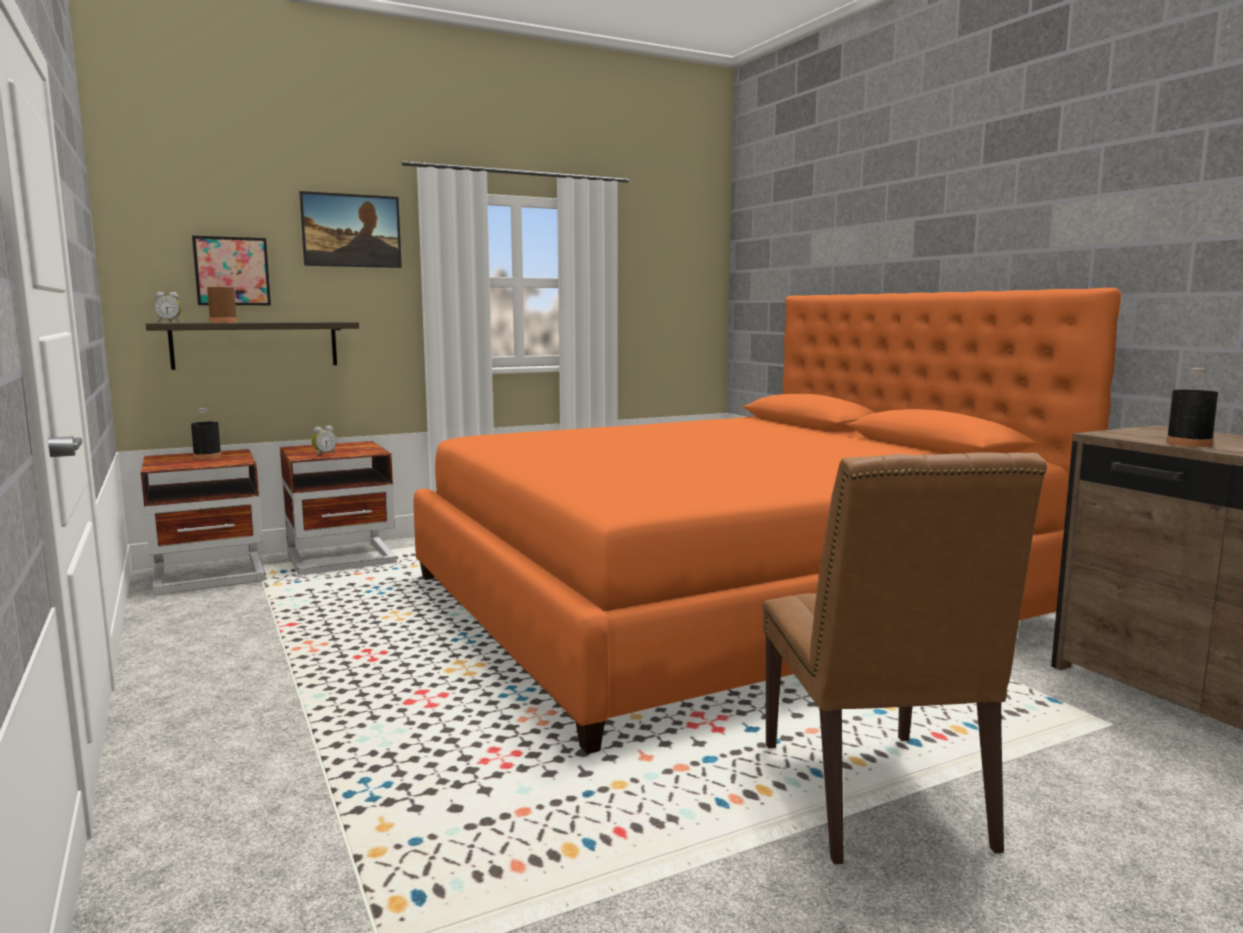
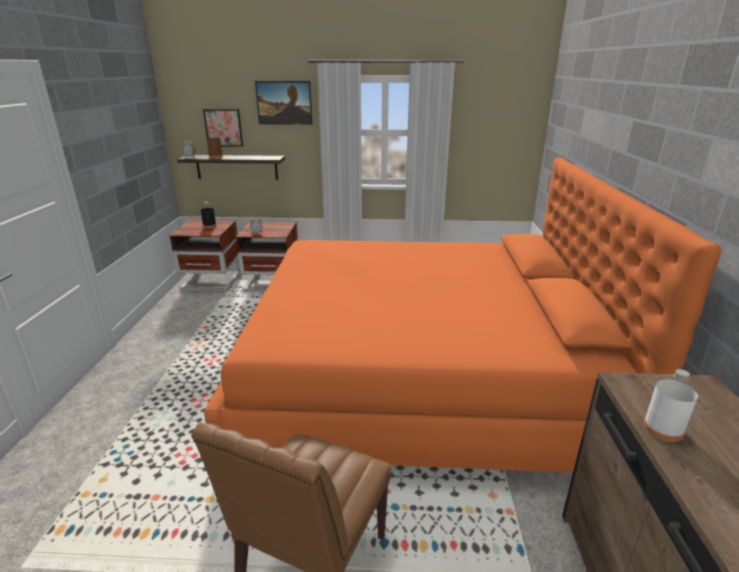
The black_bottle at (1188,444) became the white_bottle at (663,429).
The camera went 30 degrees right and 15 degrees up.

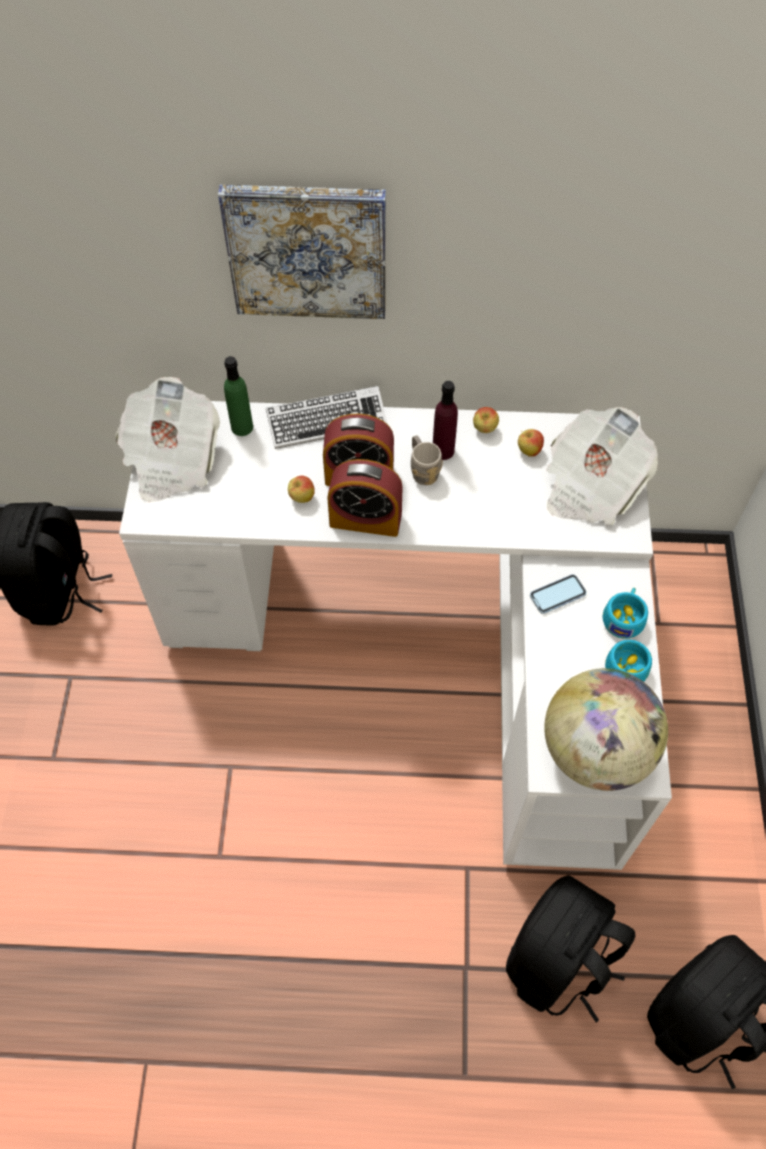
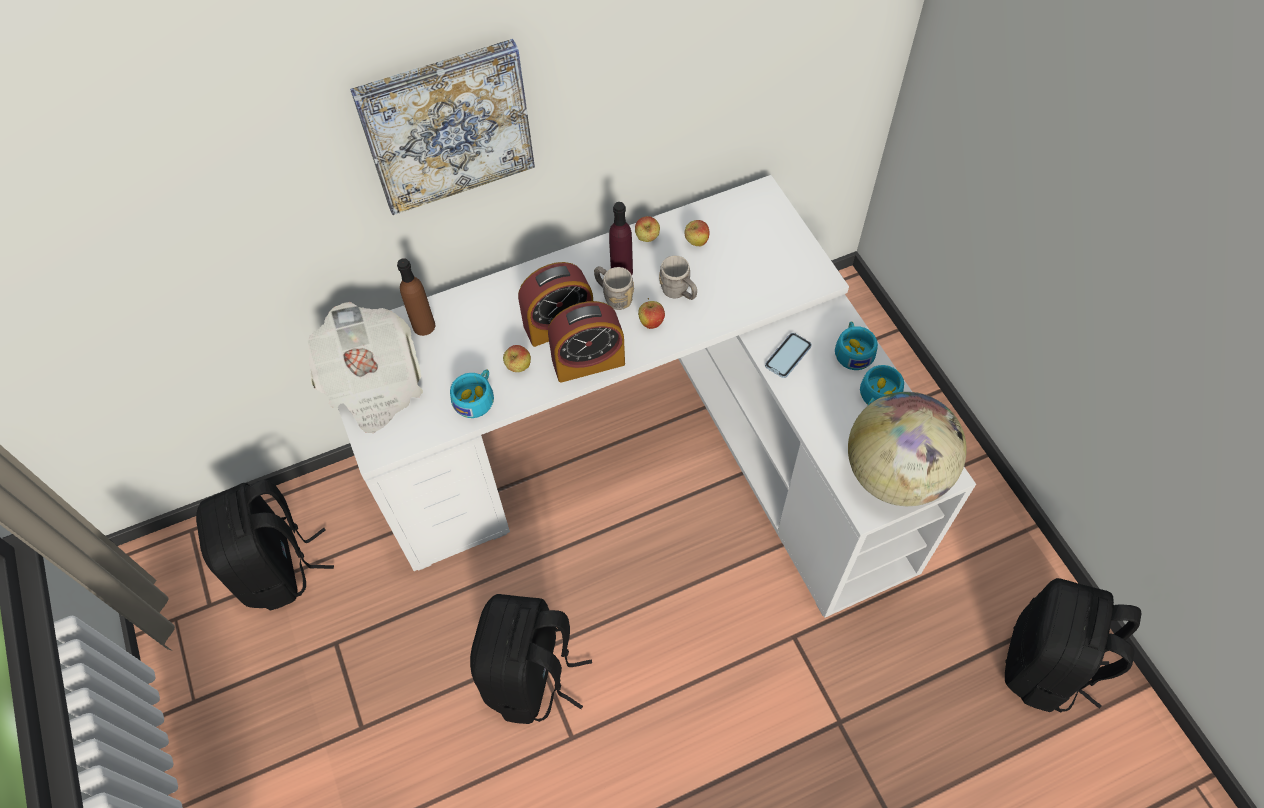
The green_bottle at (242,427) became the brown_bottle at (424,326).
The keyboard at (327,422) disappeared.
The newspaper at (591,485) disappeared.
The black_backpack moved from (558,962) to (532,676).
The grey_mug at (679,292) appeared.
The apple at (651,322) appeared.
The turquoise_cup at (476,398) appeared.
The camera went 25 degrees left and 0 degrees up.

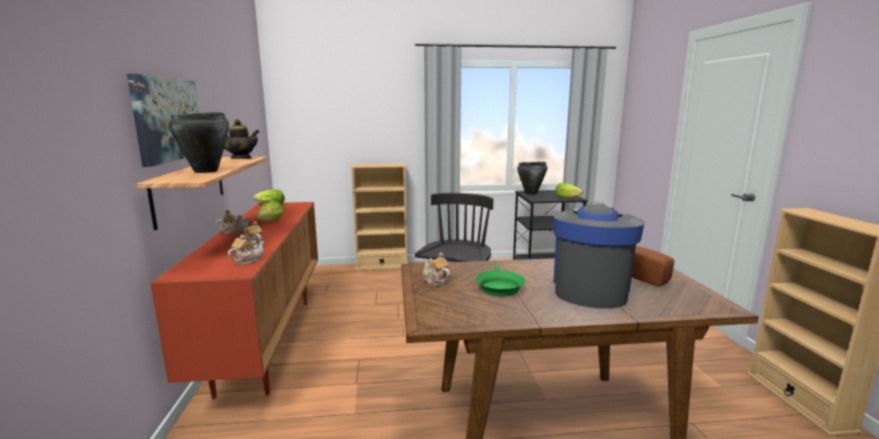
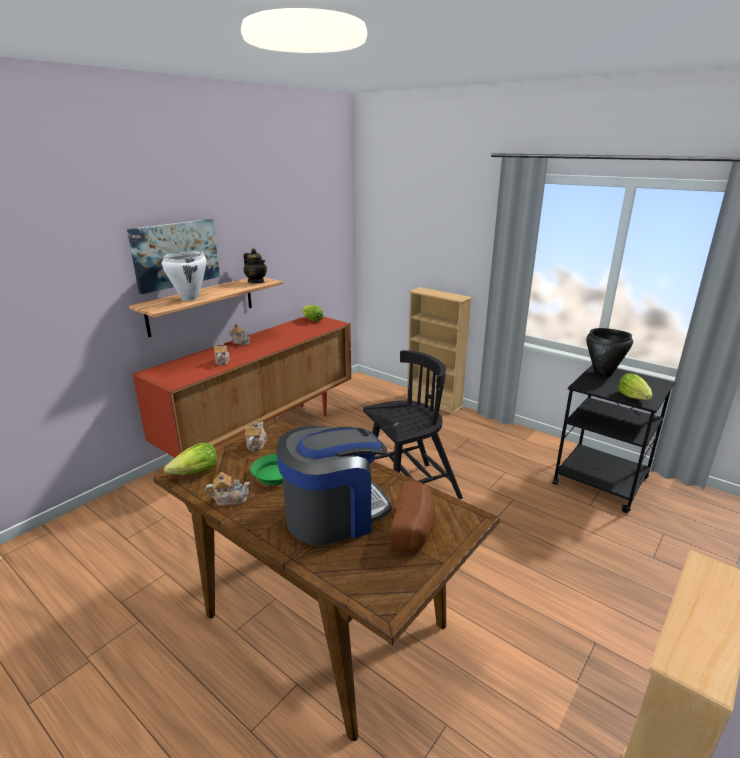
The black_cooking_pot at (206,171) became the white_cooking_pot at (190,298).
The lettuce moved from (270,221) to (196,472).
The teapot moved from (248,261) to (230,499).
The camera went 45 degrees right and 10 degrees up.

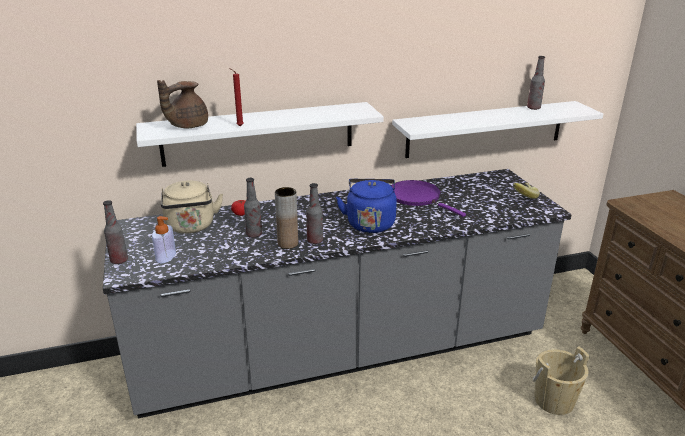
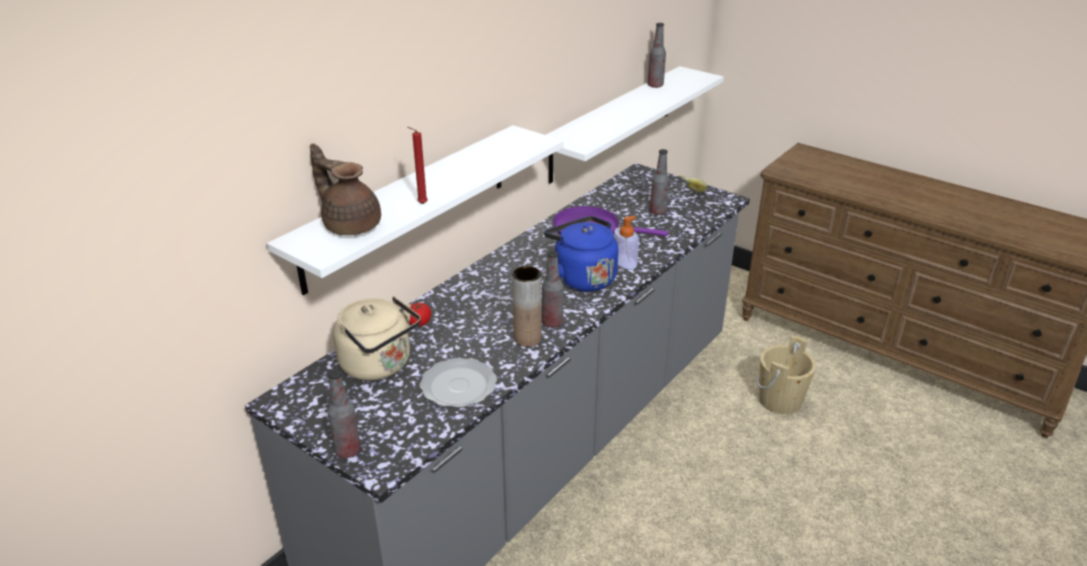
The brown_teapot at (187,126) turned 120 degrees clockwise.
The bottle moved from (254,234) to (658,212).
The soap_dispenser moved from (166,256) to (624,262).
The plate at (458,386) appeared.
The camera went 35 degrees left and 5 degrees up.

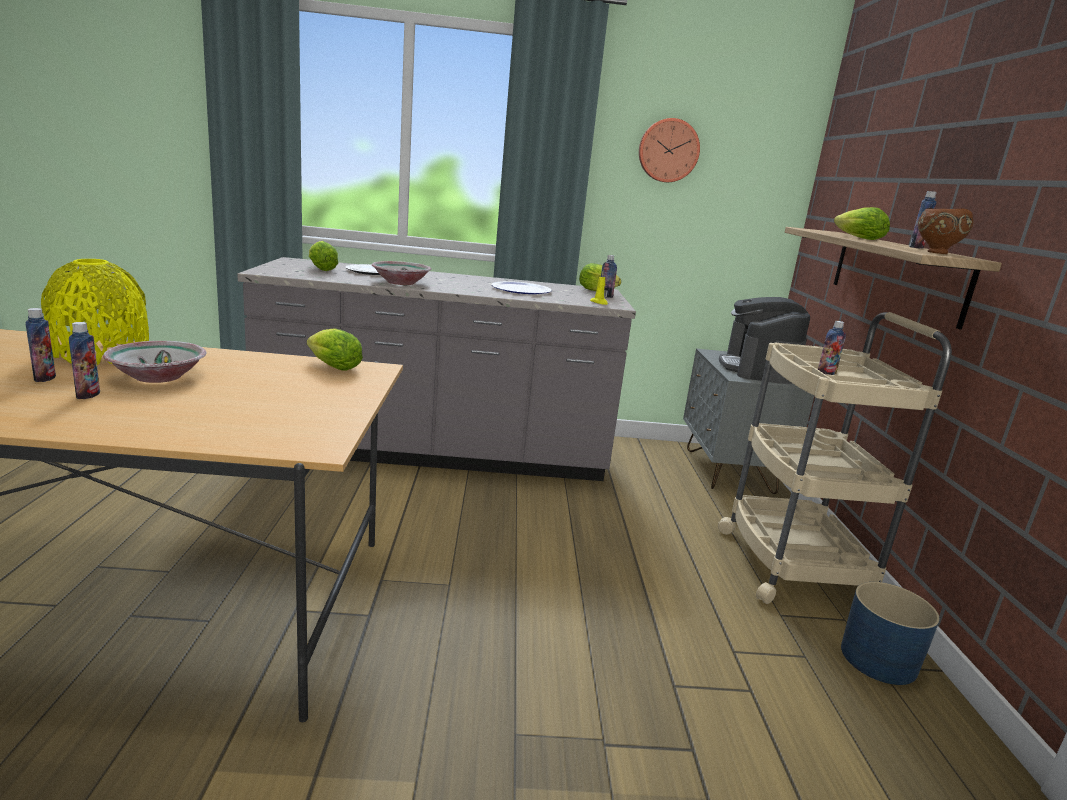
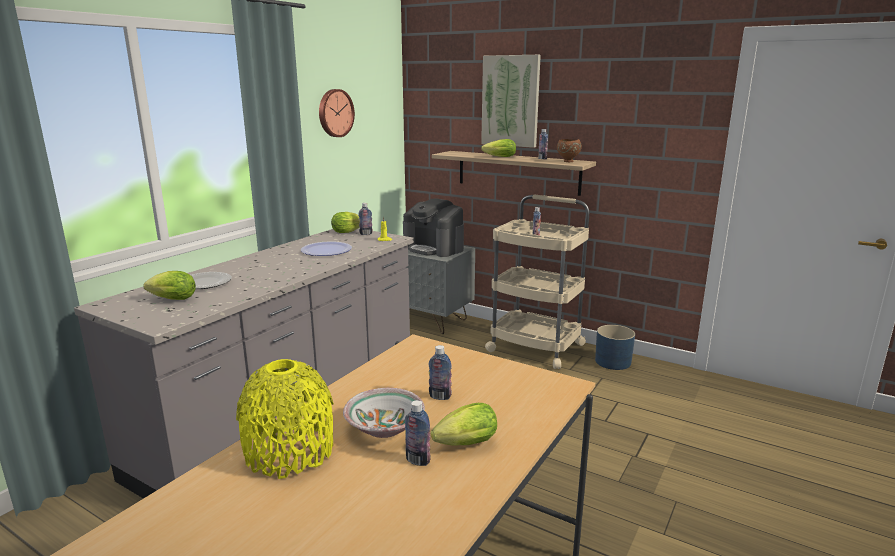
The bowl at (401,283) disappeared.
The bottle moved from (45,378) to (440,396).
The lettuce moved from (331,367) to (463,445).
The picture at (510,101) appeared.
The camera went 55 degrees left and 0 degrees up.

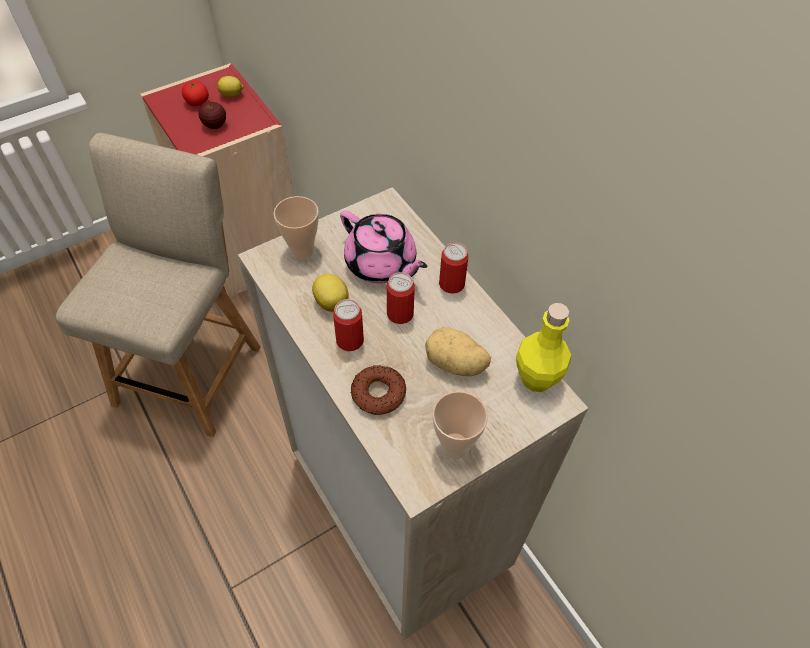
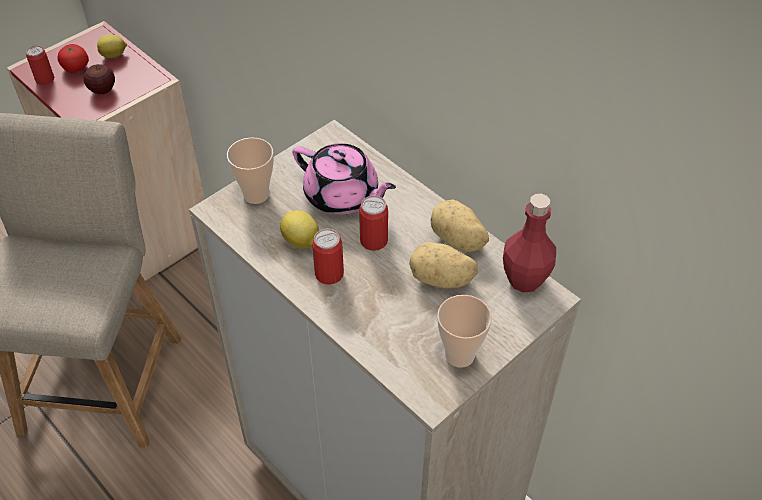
The can moved from (451,284) to (45,79).
The yellow_bottle at (536,378) became the red_bottle at (524,280).
The donut at (378,393) disappeared.
The potato at (457,241) appeared.
The camera went 10 degrees left and 5 degrees down.

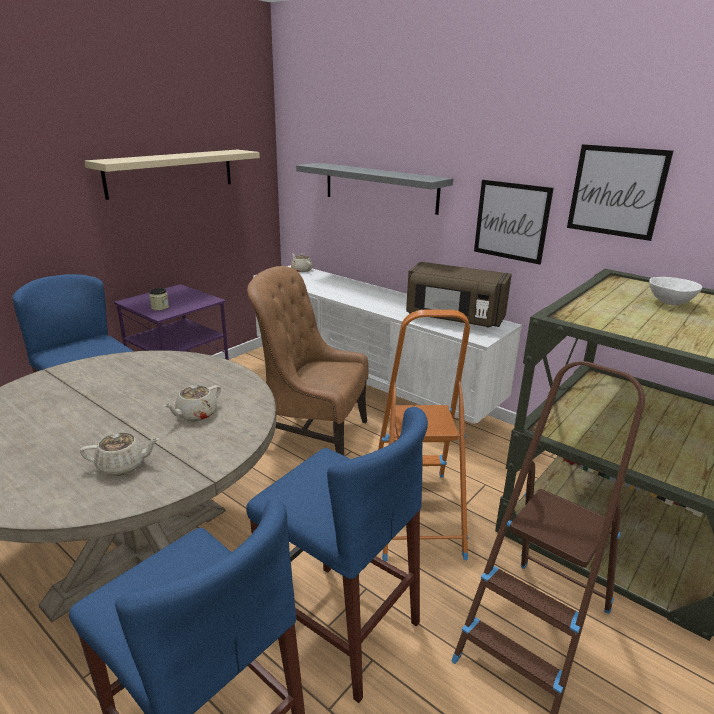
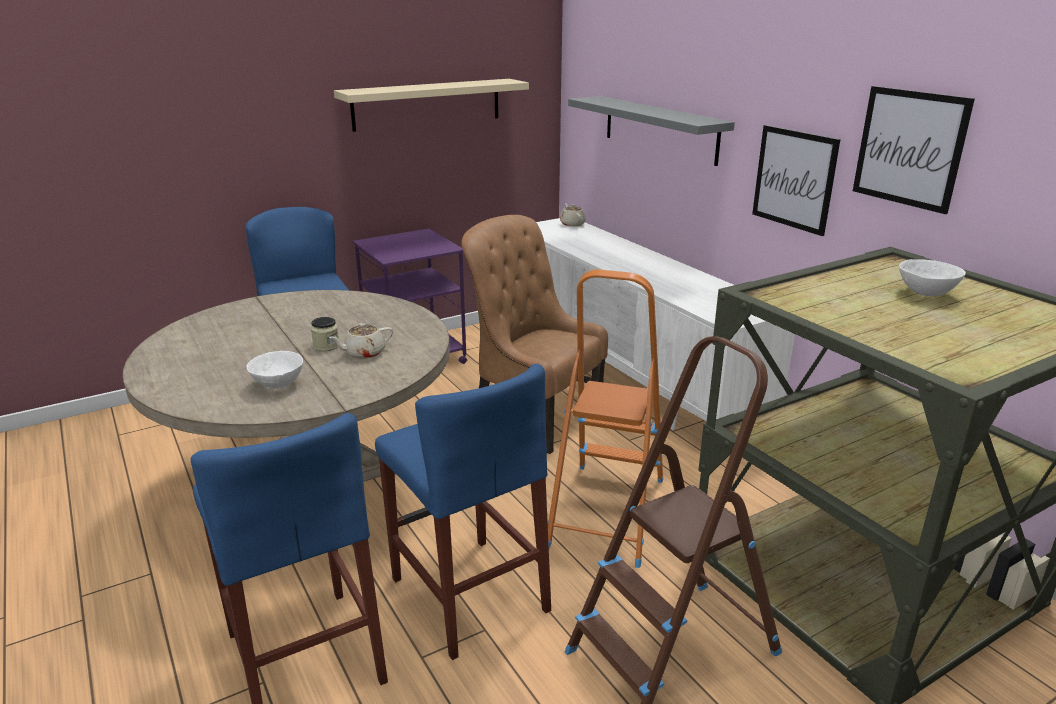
The brown_microwave at (454,318) disappeared.
The jar moved from (160,307) to (326,346).
The beige_teapot at (123,466) was replaced by the white_bowl at (277,385).
The camera went 20 degrees right and 0 degrees up.

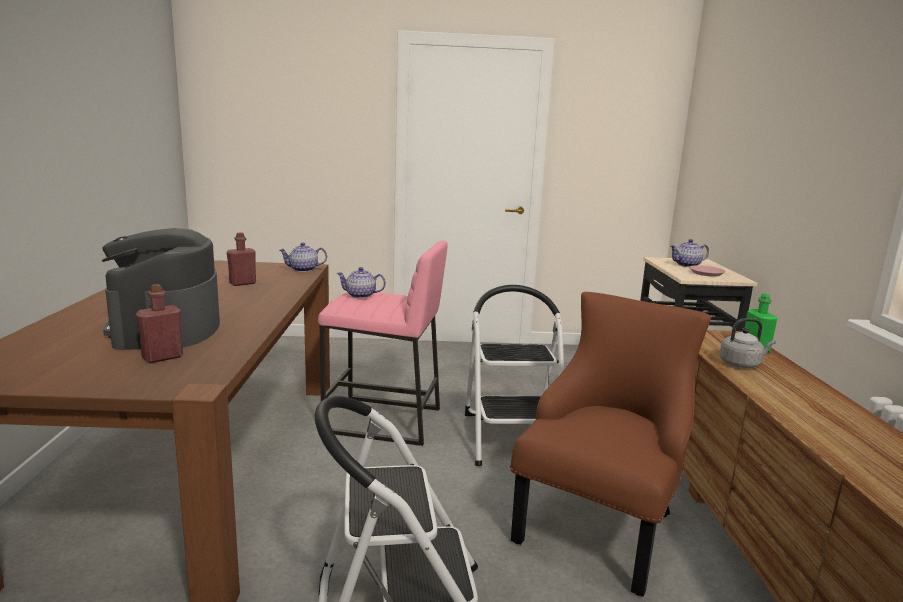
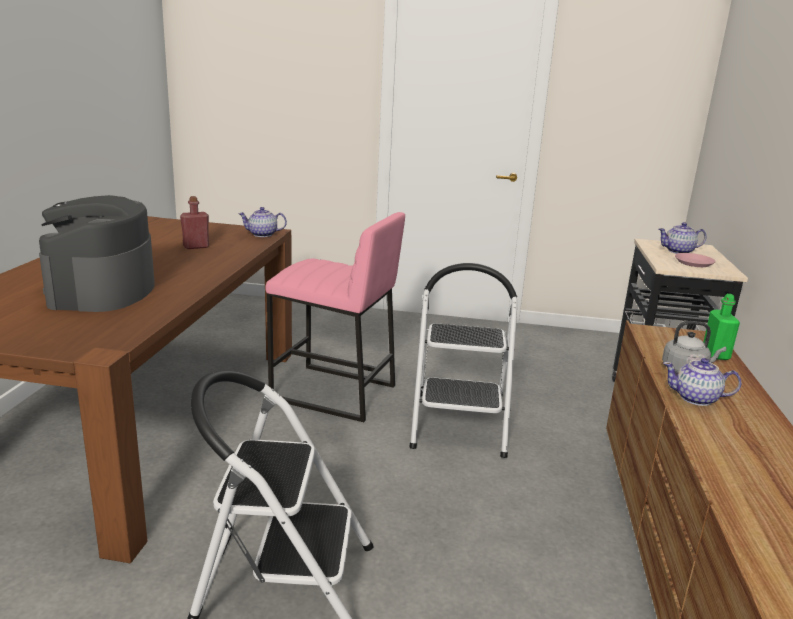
The teapot moved from (361,295) to (696,398).
The red_bottle at (162,357) disappeared.
The brown_chair at (598,532) disappeared.
The camera went 10 degrees right and 5 degrees up.

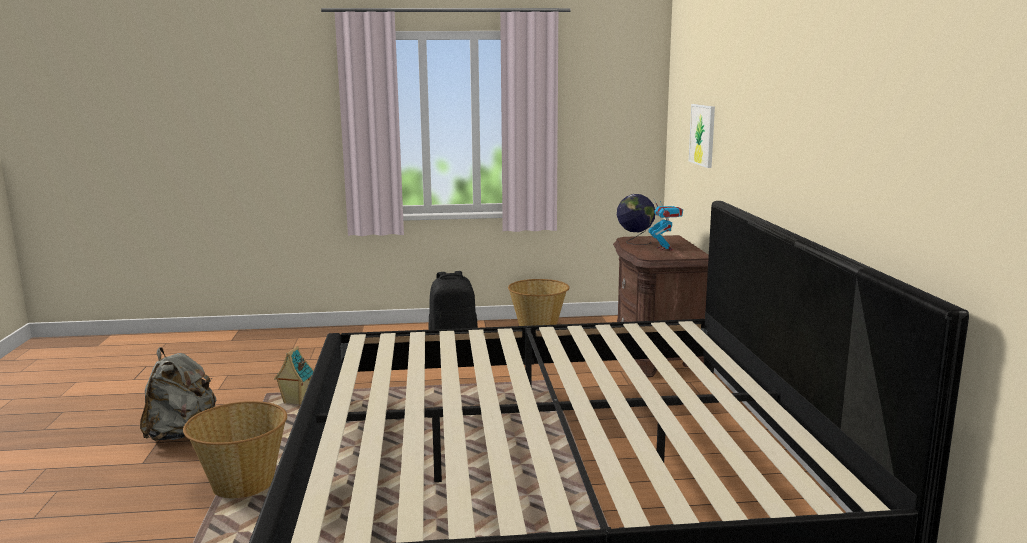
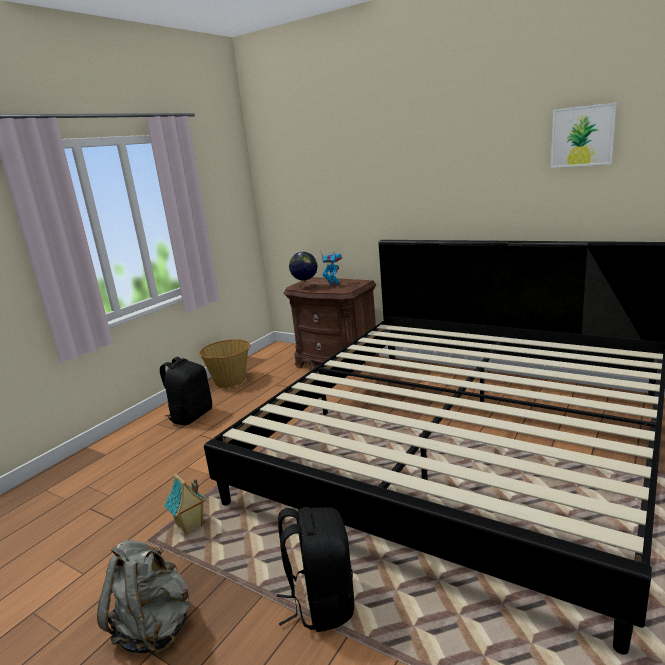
The picture moved from (703,135) to (582,136).
The basket at (242,484) was replaced by the black_backpack at (321,603).
The camera went 50 degrees left and 5 degrees up.

